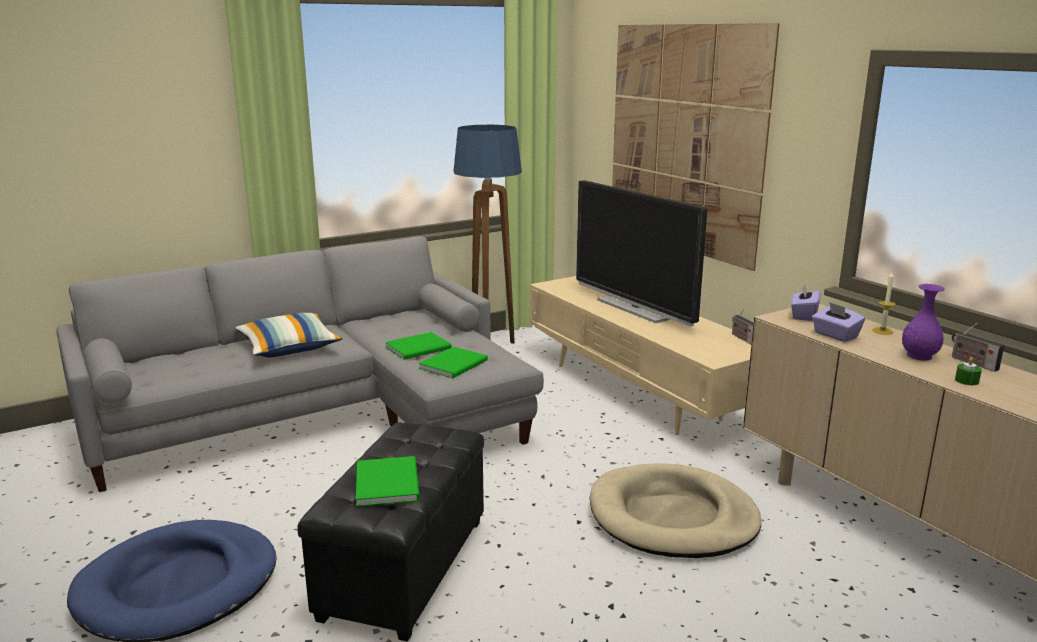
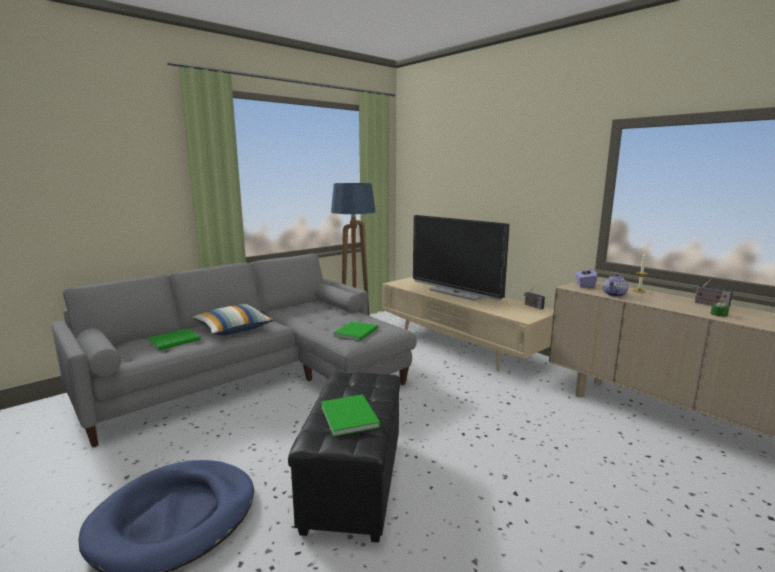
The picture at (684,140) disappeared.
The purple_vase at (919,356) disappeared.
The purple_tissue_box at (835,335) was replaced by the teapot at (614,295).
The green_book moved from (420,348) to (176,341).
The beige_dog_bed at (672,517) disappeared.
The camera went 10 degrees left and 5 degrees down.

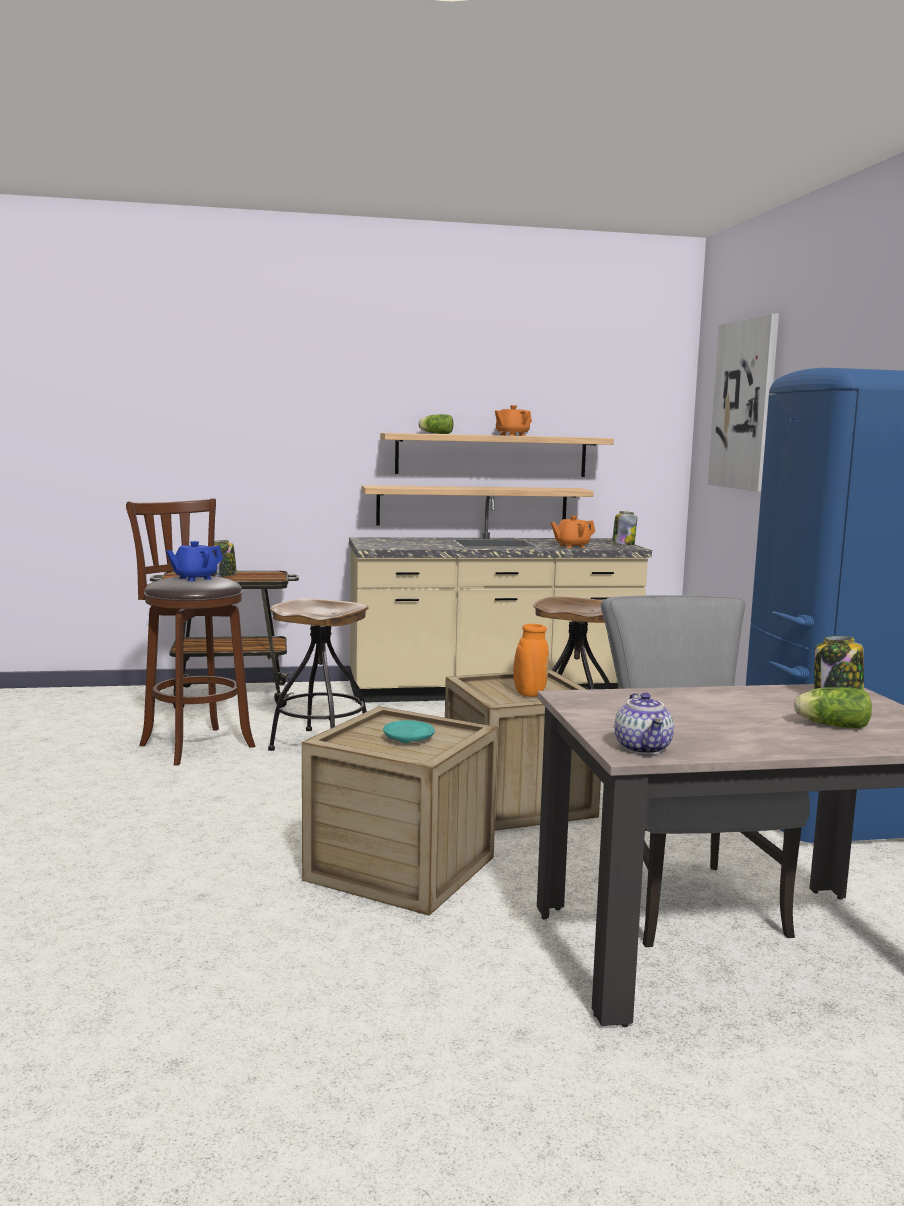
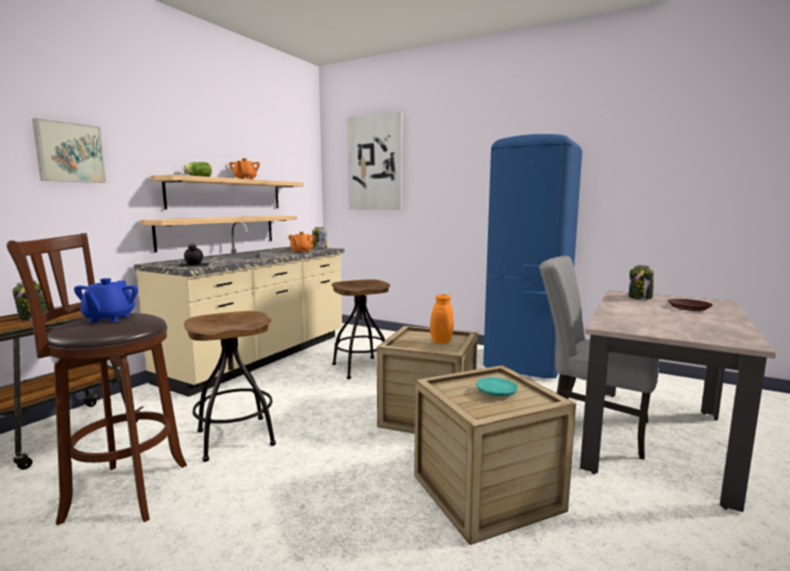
The lettuce at (830,725) was replaced by the brown_plate at (689,307).
The teapot at (644,748) disappeared.
The picture at (69,152) appeared.
The black_bottle at (193,264) appeared.
The camera went 50 degrees left and 0 degrees up.

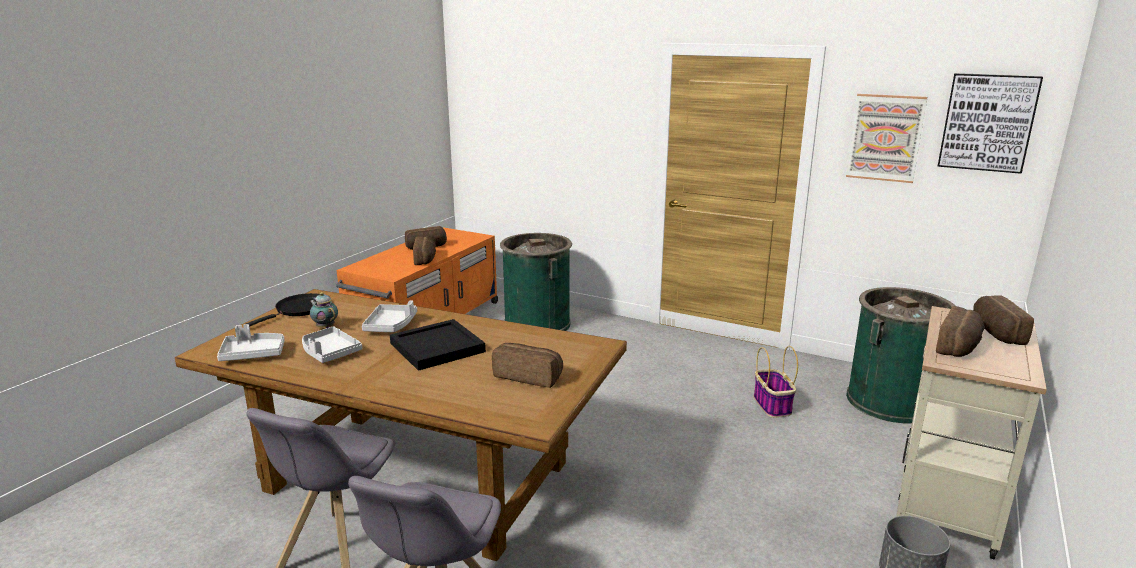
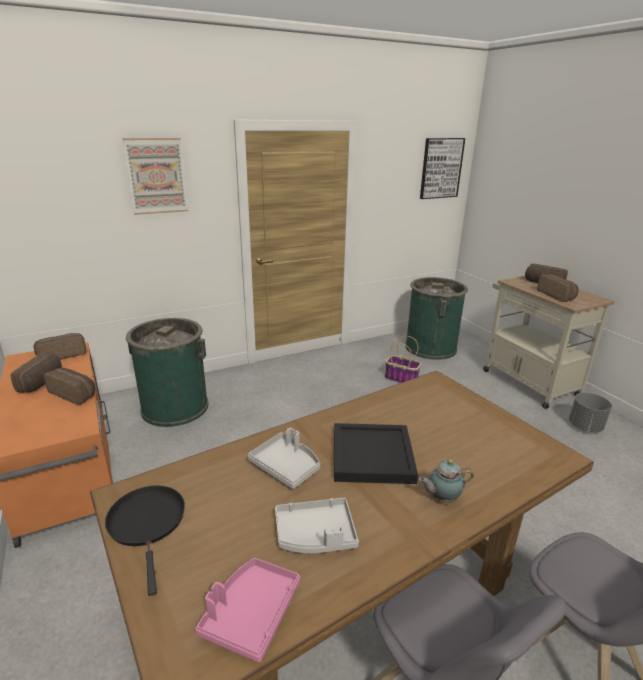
The picture moved from (885,138) to (156,176).
The teapot moved from (325,327) to (442,499).
The grey_tray at (253,354) became the pink_tray at (250,613).
The bread moved from (528,376) to (62,355).
The camera went 55 degrees left and 5 degrees up.

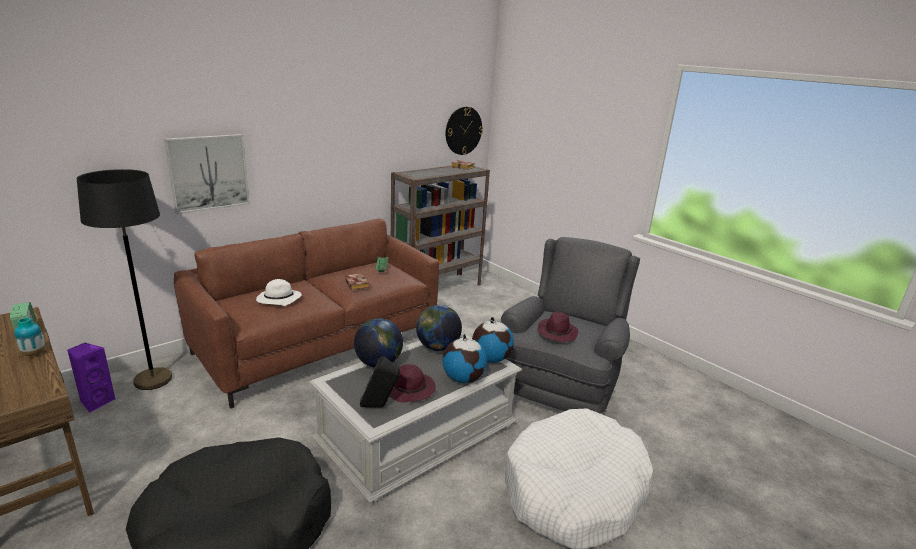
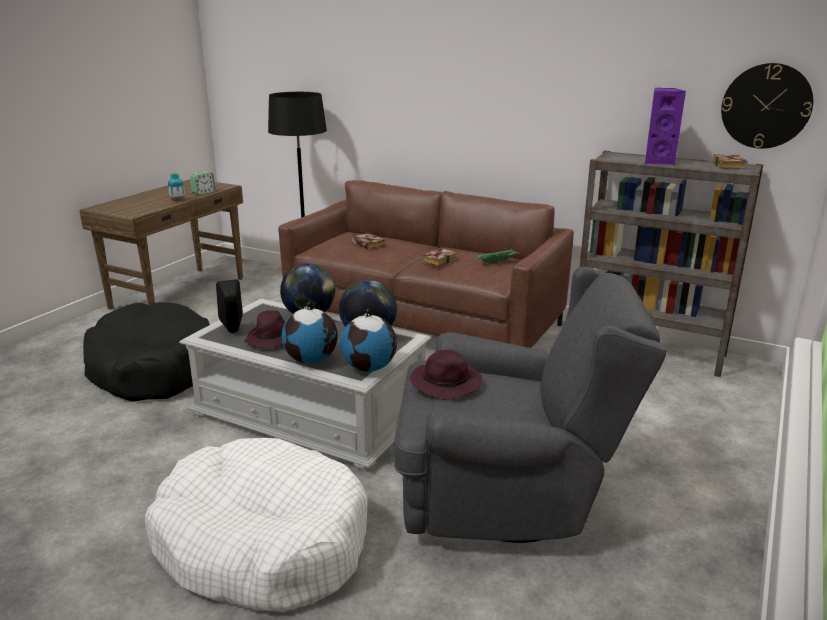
The picture at (208,172) disappeared.
The white_hat at (278,300) was replaced by the book at (367,244).
The purple_speaker moved from (96,402) to (658,162).
The camera went 70 degrees right and 0 degrees up.

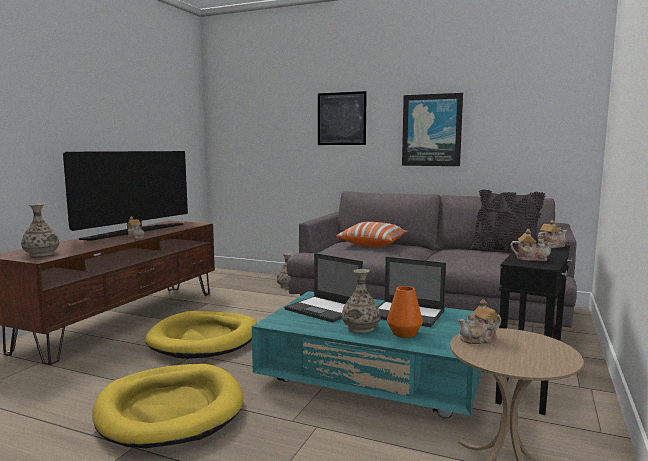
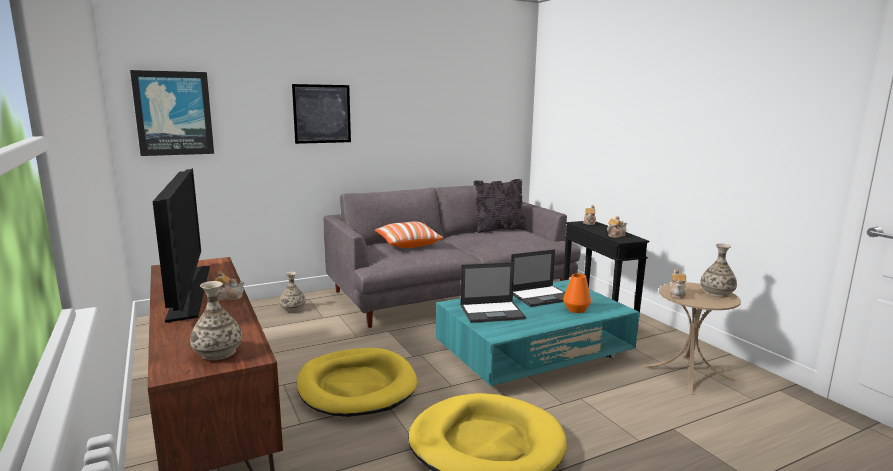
The picture moved from (432,130) to (173,113).
The vase moved from (360,328) to (717,293).
The camera went 50 degrees left and 5 degrees up.

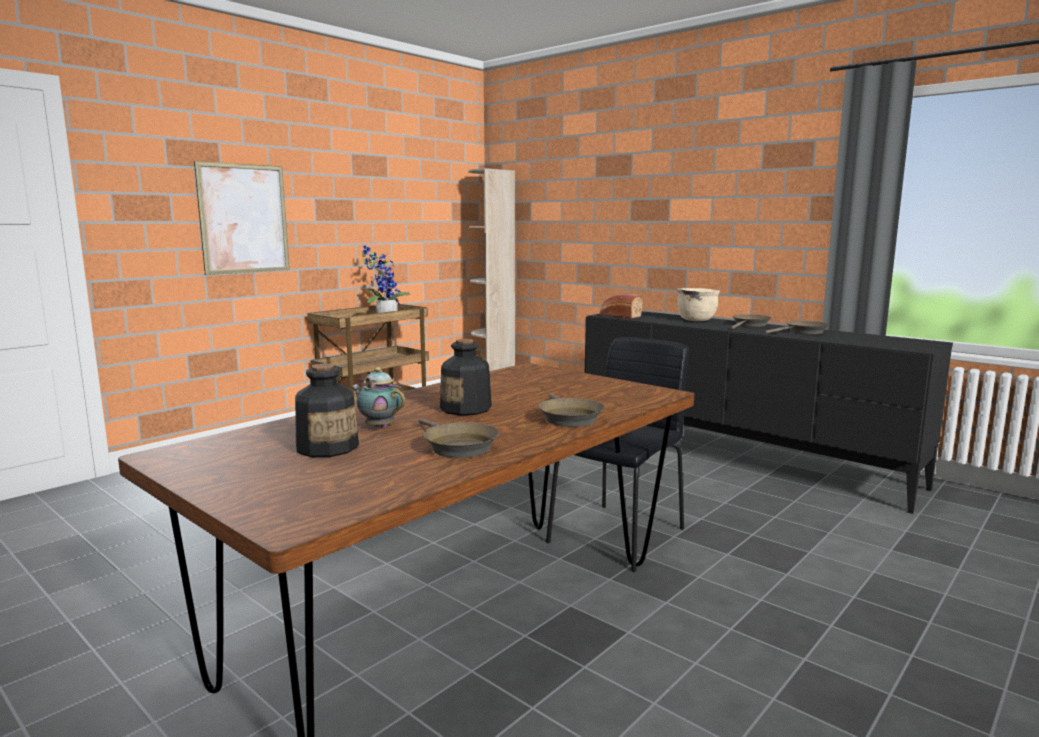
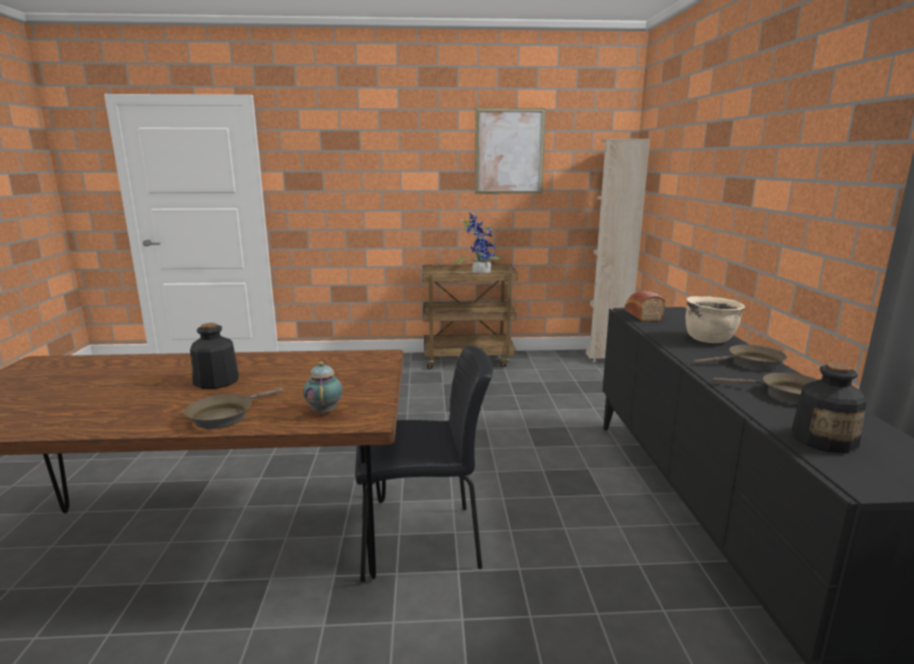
The picture moved from (244,219) to (509,151).
The bottle moved from (327,447) to (823,439).
The teapot moved from (379,426) to (325,411).
The brown_frying_pan at (457,446) disappeared.
The camera went 45 degrees right and 5 degrees up.

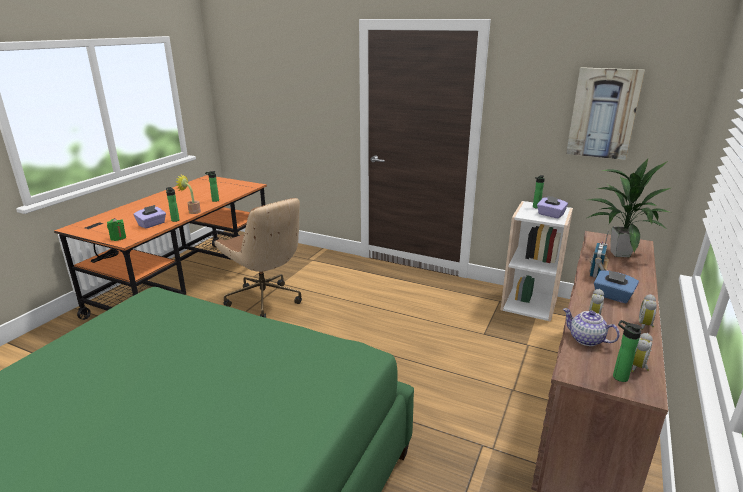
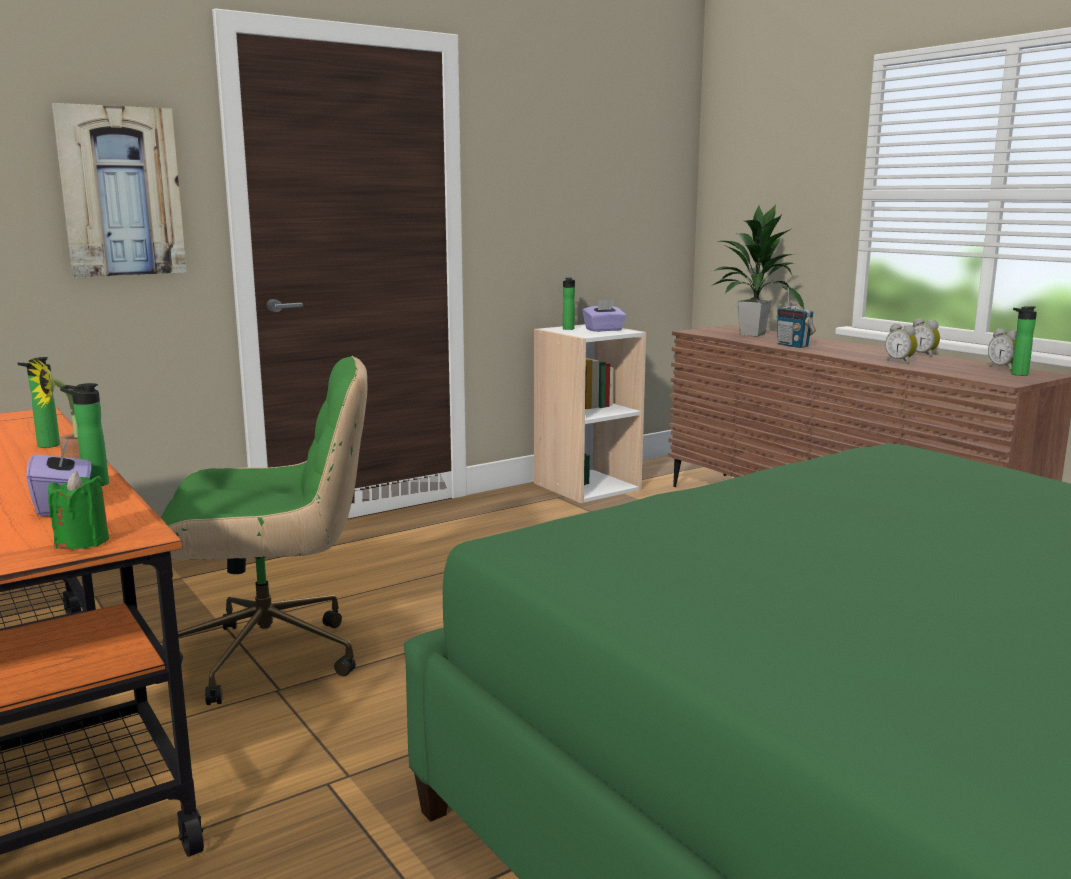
The picture moved from (603,113) to (121,192).
The brown_office_chair at (265,302) became the green_office_chair at (274,658).
The blue_tissue_box at (612,296) disappeared.
The teapot at (586,340) disappeared.
The camera went 60 degrees left and 10 degrees down.

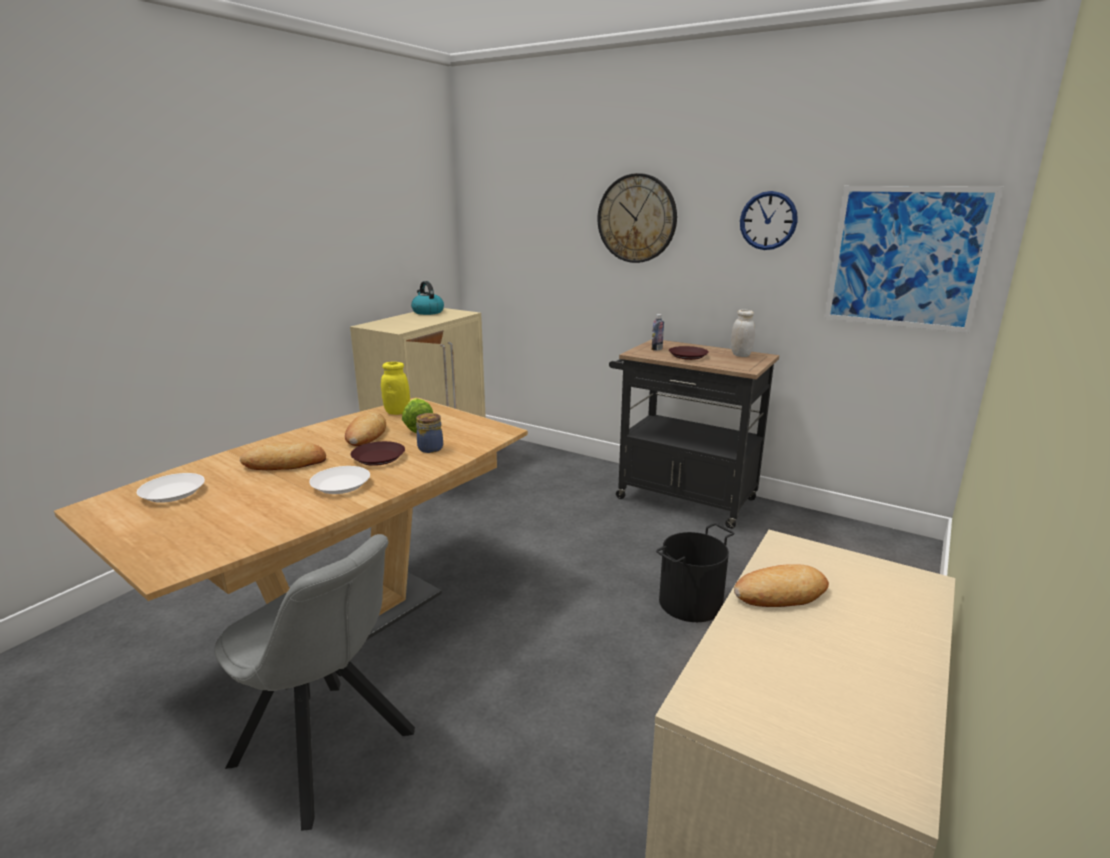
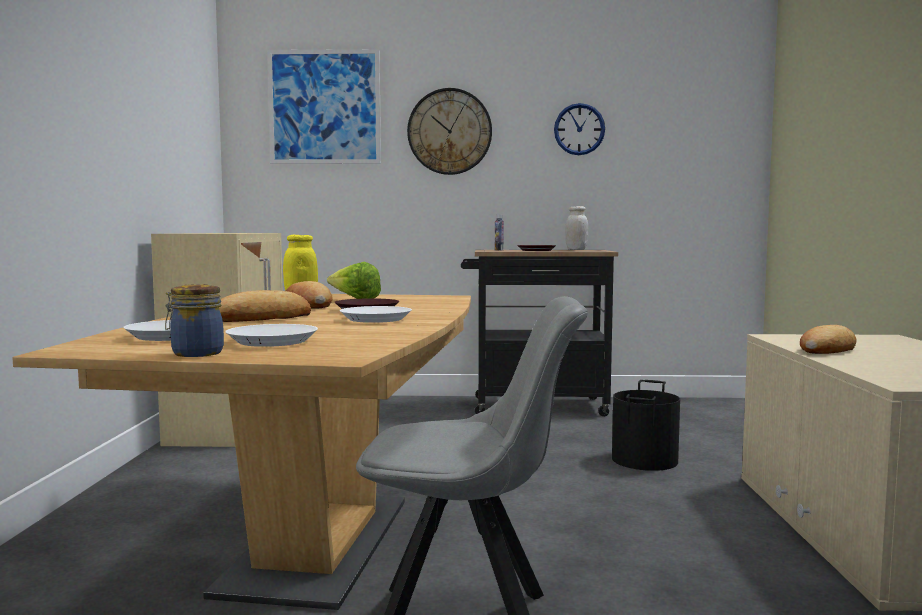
The picture moved from (906,258) to (324,107).
The kettle at (427,312) disappeared.
The jar moved from (429,448) to (195,353).
The white_plate at (273,341) appeared.
The camera went 30 degrees left and 15 degrees down.

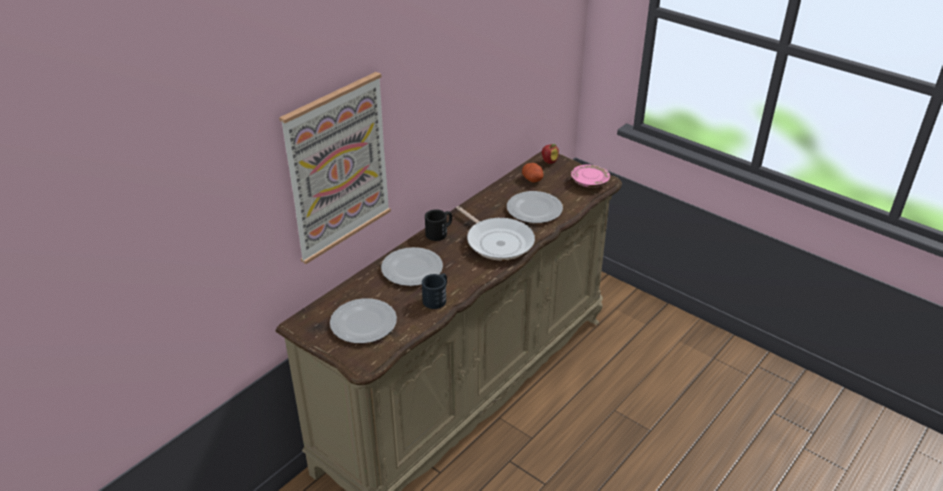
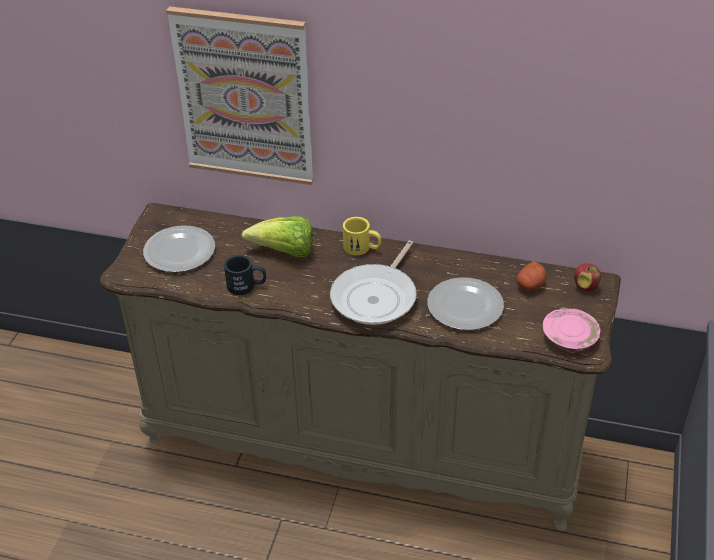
The black_mug at (440,232) became the yellow_mug at (362,248).
The plate at (413,269) was replaced by the lettuce at (284,252).
The camera went 65 degrees right and 5 degrees up.

